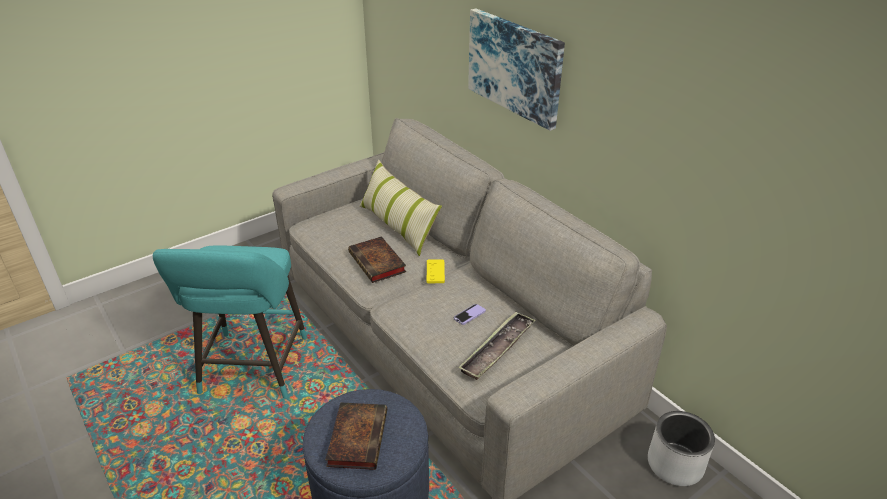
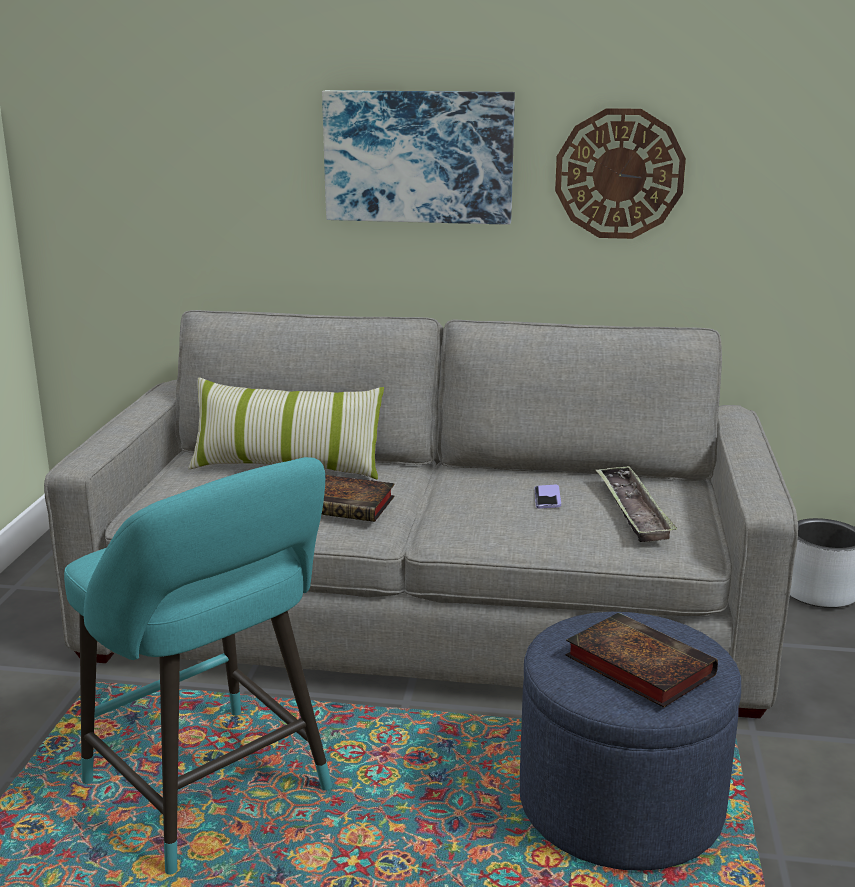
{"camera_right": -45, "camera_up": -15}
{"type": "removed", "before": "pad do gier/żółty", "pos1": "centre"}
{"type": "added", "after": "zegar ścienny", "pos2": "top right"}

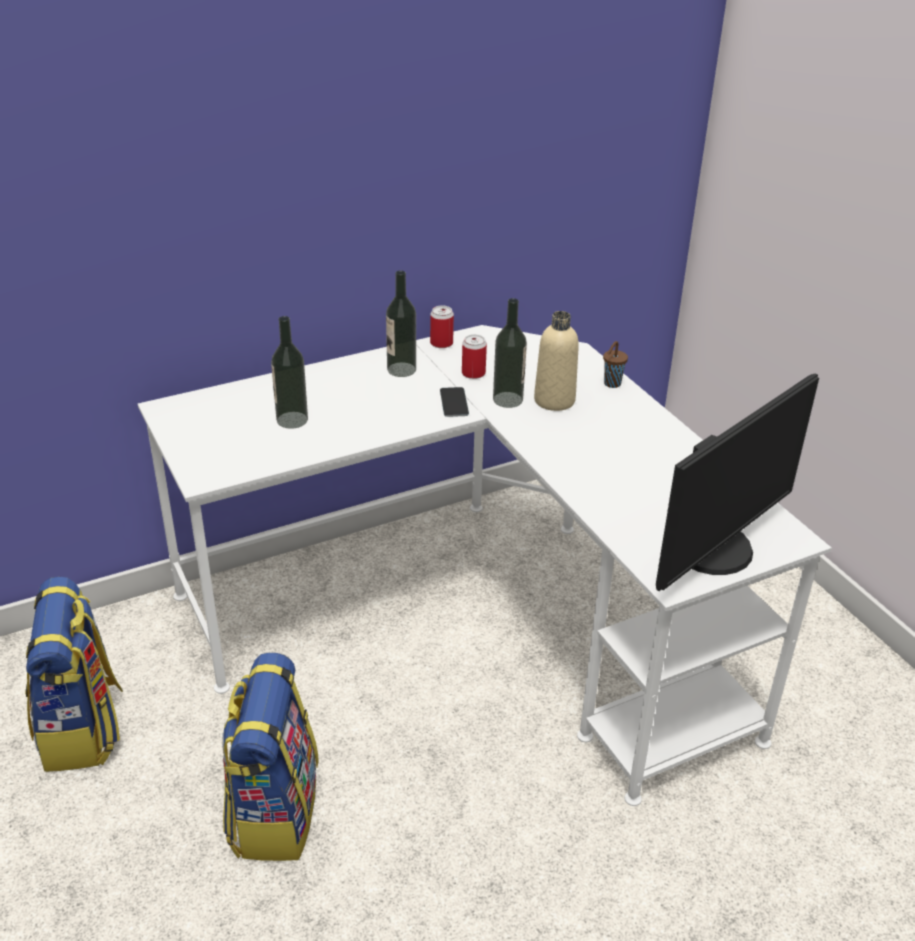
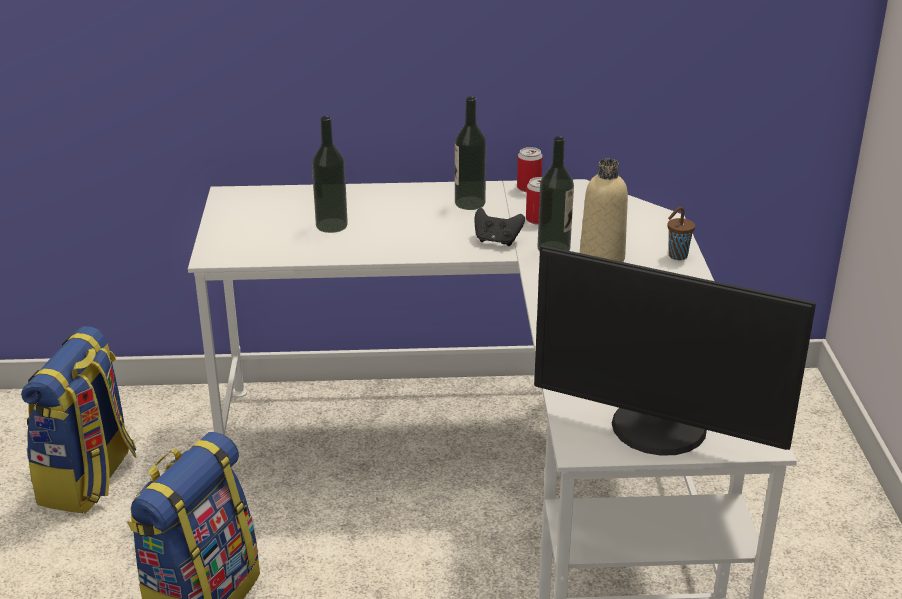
{"camera_right": 25, "camera_up": -5}
{"type": "turned", "before": "monitor", "pos1": "middle right", "pos2": "middle right", "turn": 45}
{"type": "replaced", "before": "telefon", "after": "pad do gier/czarny", "pos1": "centre", "pos2": "centre"}

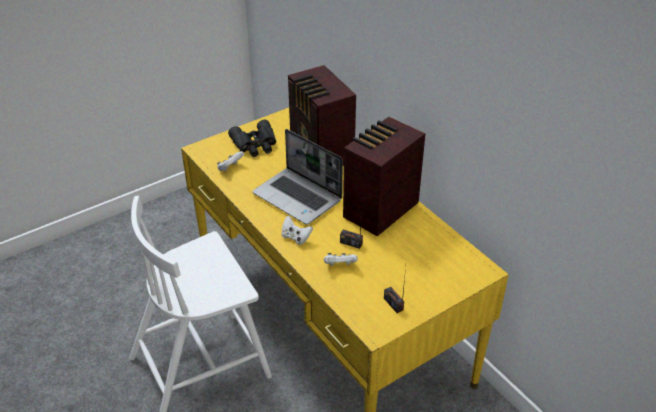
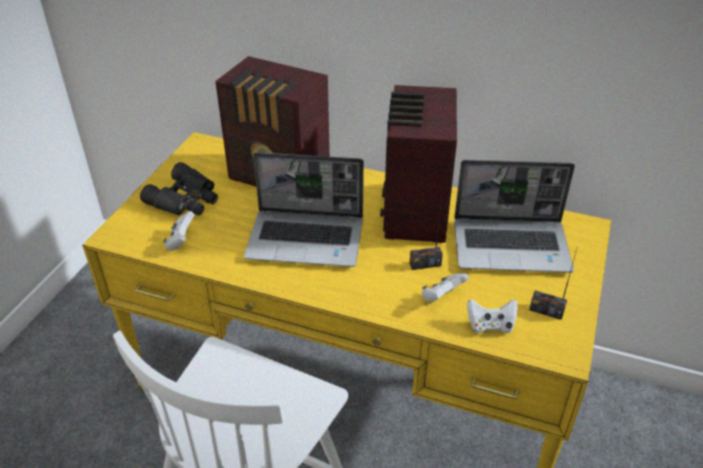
{"camera_right": -35, "camera_up": 0}
{"type": "moved", "before": "pad do gier/biały (2nd from left in the first image)", "after": "pad do gier/biały (3rd from left)", "pos1": "centre", "pos2": "bottom right"}
{"type": "added", "after": "laptop (2nd from left)", "pos2": "middle right"}

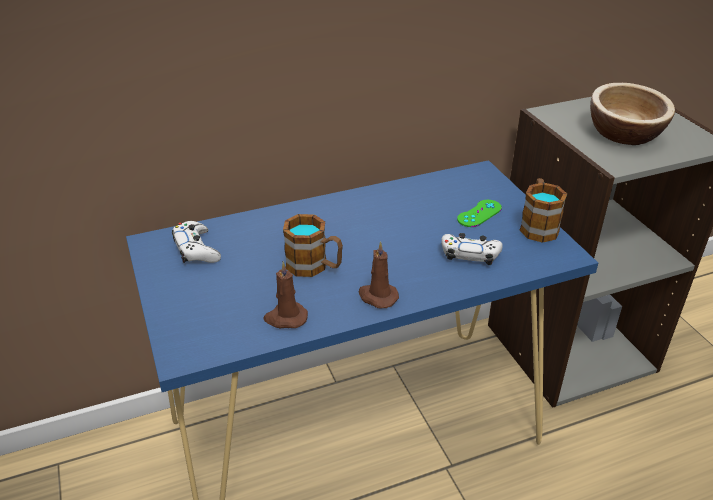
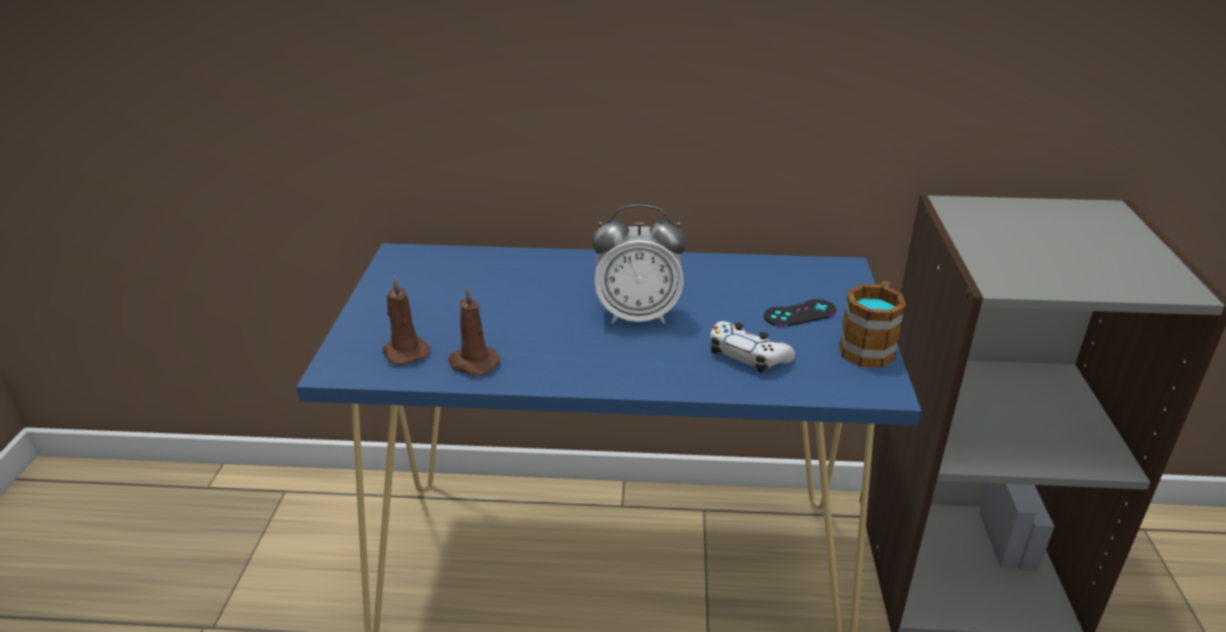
{"camera_right": 25, "camera_up": -5}
{"type": "removed", "before": "miska", "pos1": "top right"}
{"type": "recoloured", "before": "pad do gier/zielony", "after": "pad do gier/czarny", "pos1": "middle right", "pos2": "centre"}
{"type": "removed", "before": "kubek (1st from left)", "pos1": "centre"}
{"type": "removed", "before": "pad do gier/biały (1st from left)", "pos1": "middle left"}
{"type": "moved", "before": "świeca/brązowy (2nd from left in the first image)", "after": "świeca/brązowy (1st from left)", "pos1": "centre", "pos2": "middle left"}
{"type": "added", "after": "budzik", "pos2": "centre"}

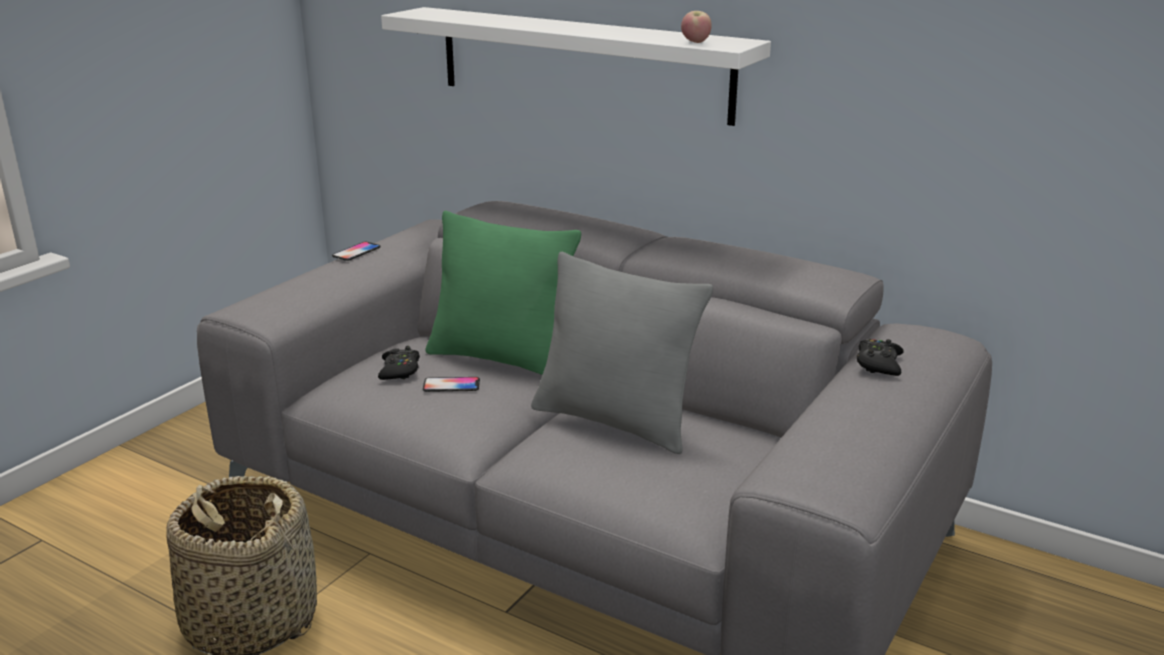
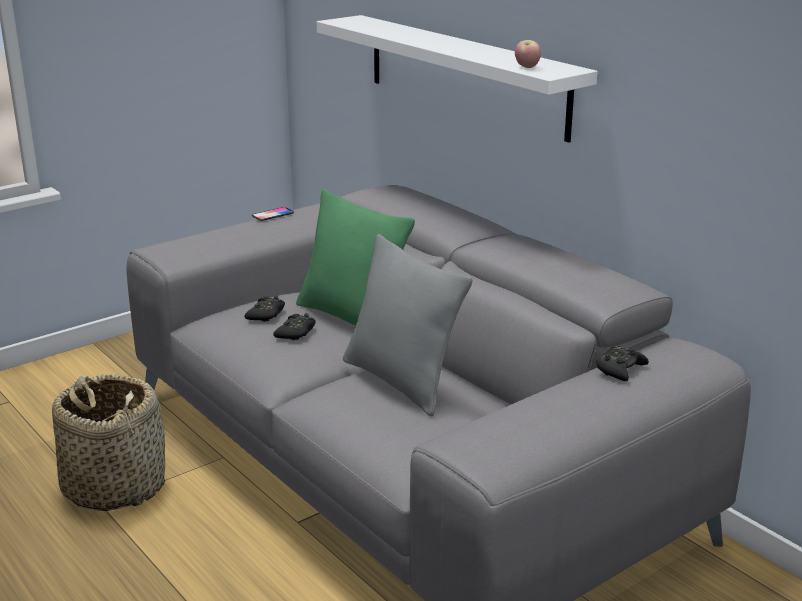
{"camera_right": 20, "camera_up": 0}
{"type": "replaced", "before": "telefon (2nd from left)", "after": "pad do gier/czarny (2nd from left)", "pos1": "centre", "pos2": "centre"}

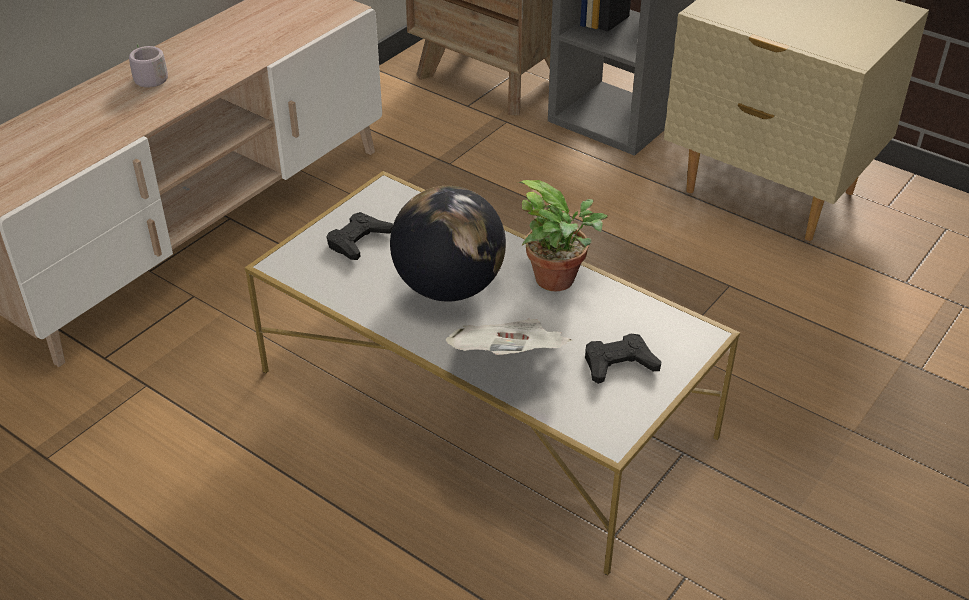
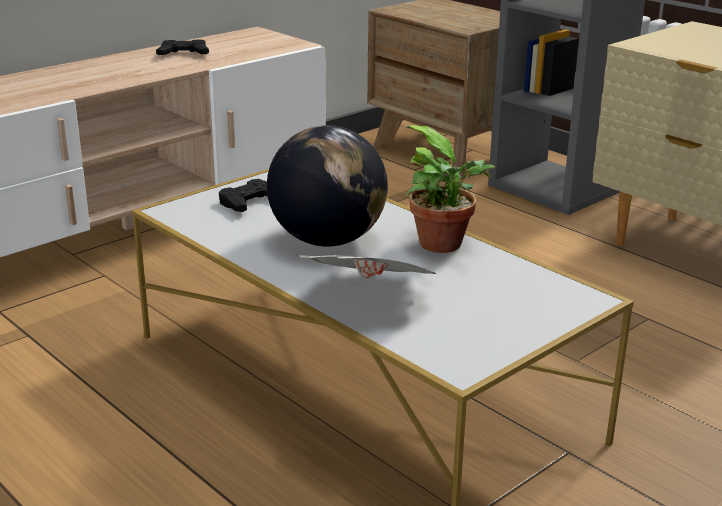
{"camera_right": 10, "camera_up": -15}
{"type": "removed", "before": "kubek/szary", "pos1": "top left"}
{"type": "moved", "before": "pad do gier/czarny (2nd from left in the first image)", "after": "pad do gier/czarny (1st from left)", "pos1": "centre", "pos2": "top left"}

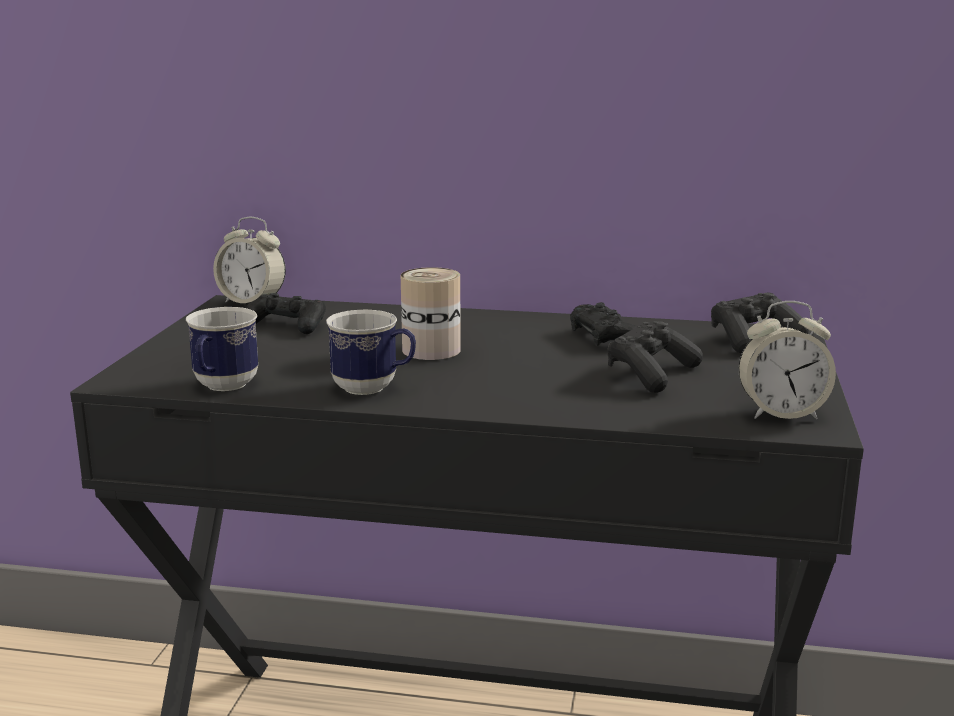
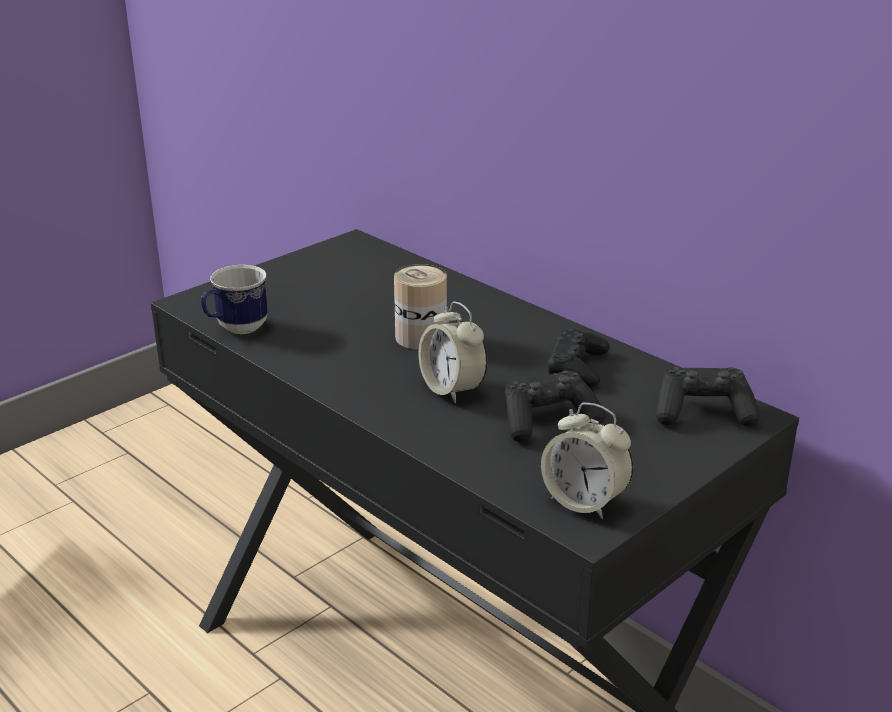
{"camera_right": 35, "camera_up": 10}
{"type": "moved", "before": "budzik (1st from left)", "pos1": "middle left", "pos2": "centre"}
{"type": "removed", "before": "pad do gier/czarny (1st from left)", "pos1": "middle left"}
{"type": "removed", "before": "kubek (2nd from left)", "pos1": "centre"}

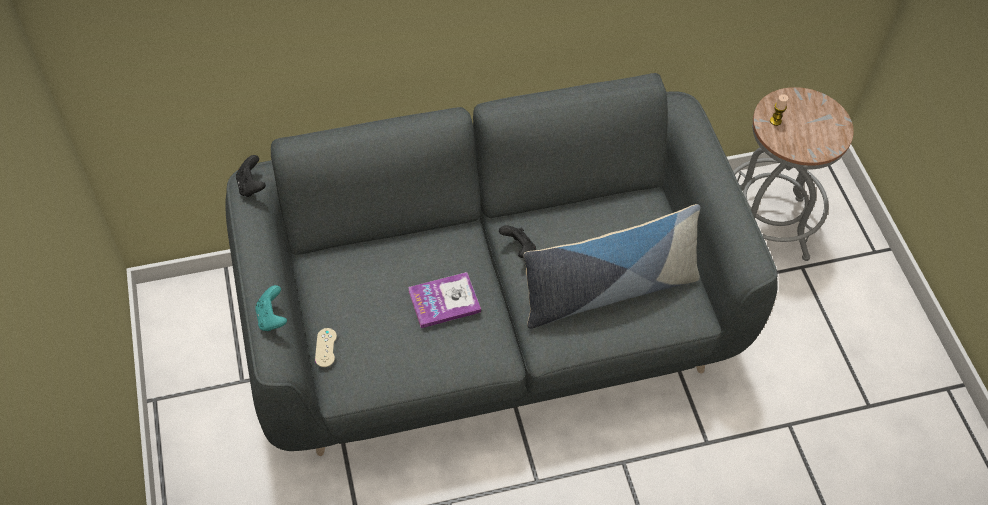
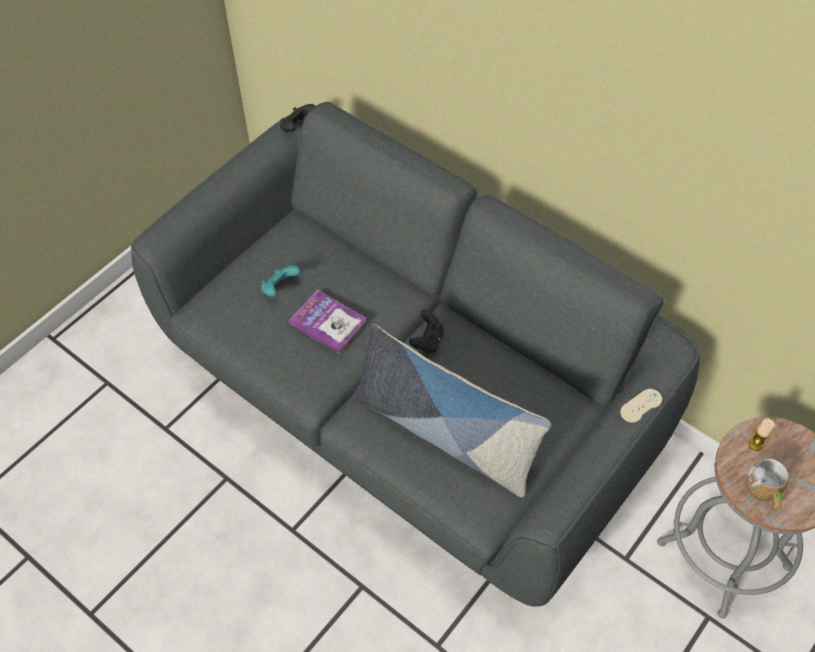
{"camera_right": 55, "camera_up": 0}
{"type": "moved", "before": "pad do gier/turkusowy", "pos1": "middle left", "pos2": "centre"}
{"type": "moved", "before": "pad do gier/beżowy", "pos1": "bottom left", "pos2": "middle right"}
{"type": "added", "after": "kubek", "pos2": "bottom right"}

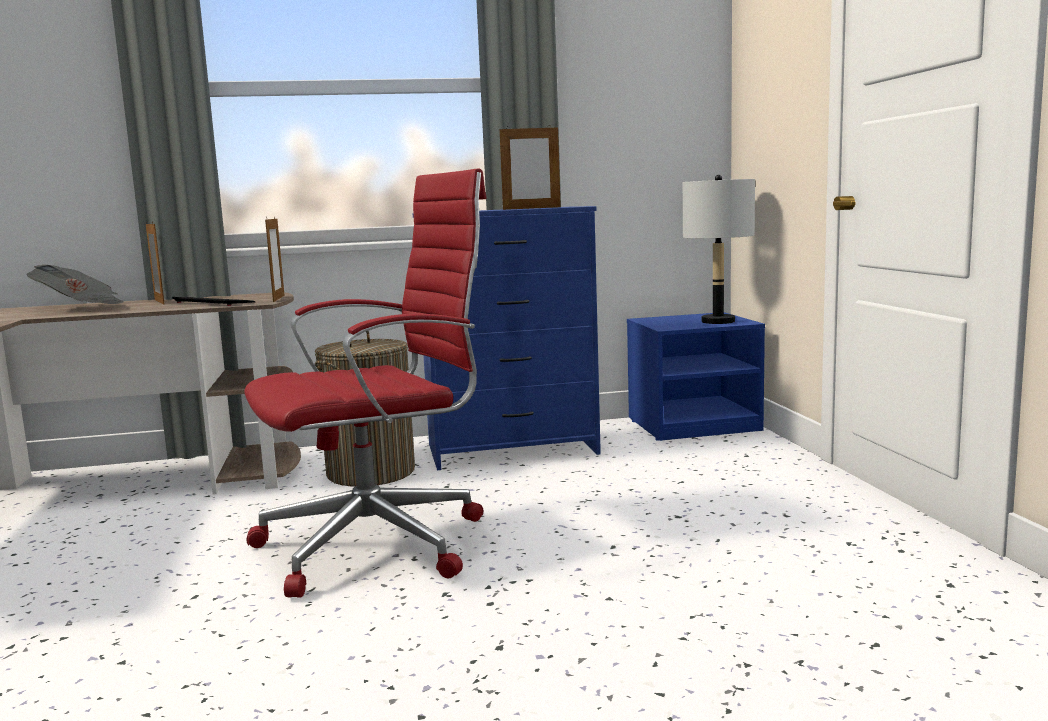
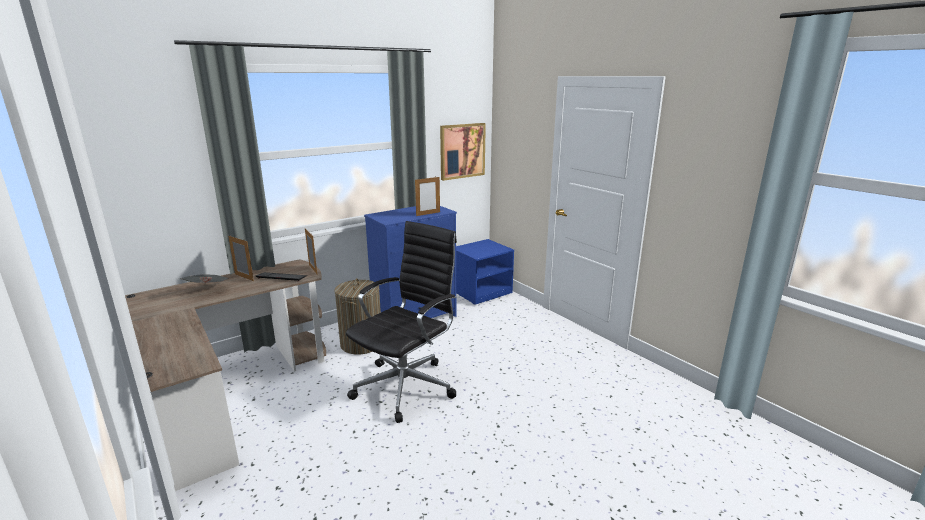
{"camera_right": -25, "camera_up": 10}
{"type": "recoloured", "before": "krzesło biurowe/czerwony", "after": "krzesło biurowe/czarny", "pos1": "centre", "pos2": "centre"}
{"type": "removed", "before": "lampa stołowa/szary", "pos1": "middle right"}
{"type": "added", "after": "obraz", "pos2": "top centre"}

